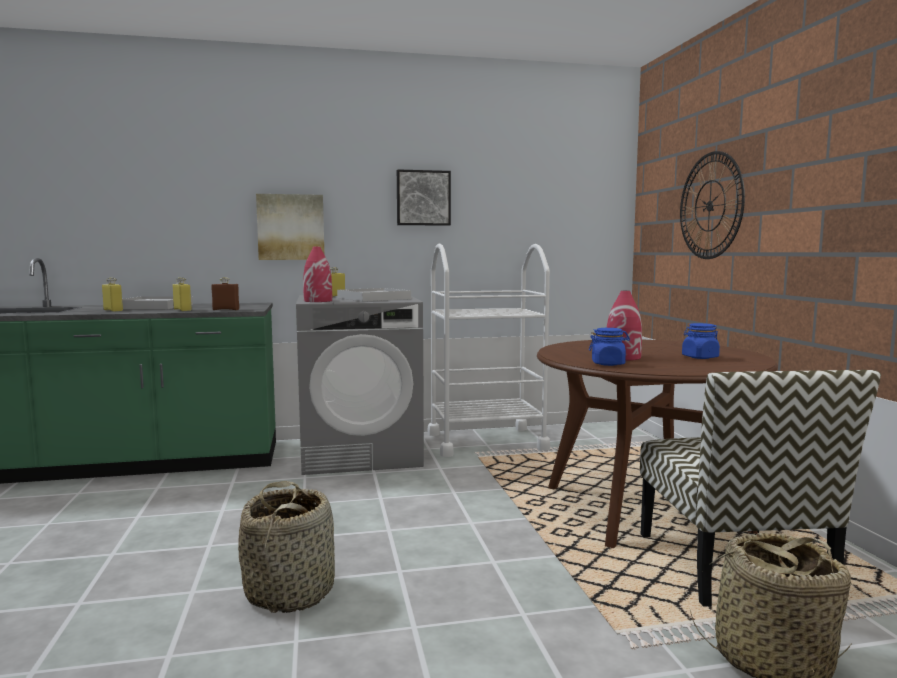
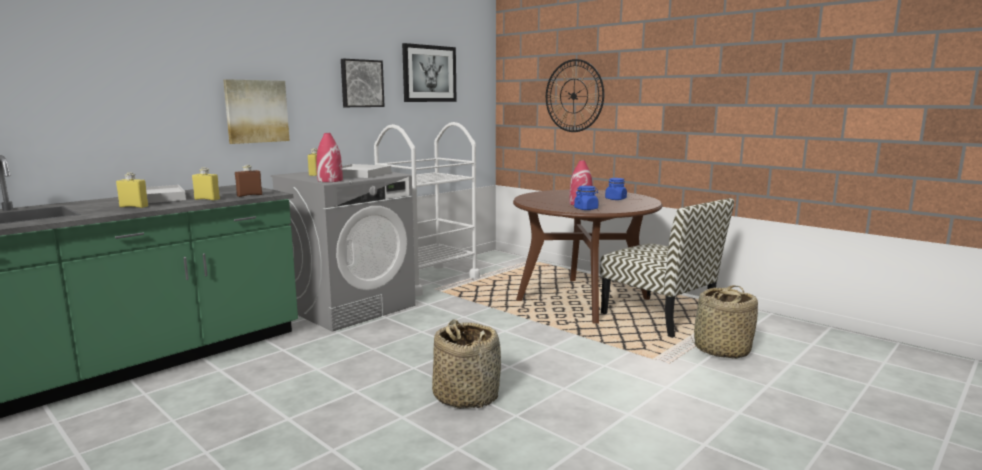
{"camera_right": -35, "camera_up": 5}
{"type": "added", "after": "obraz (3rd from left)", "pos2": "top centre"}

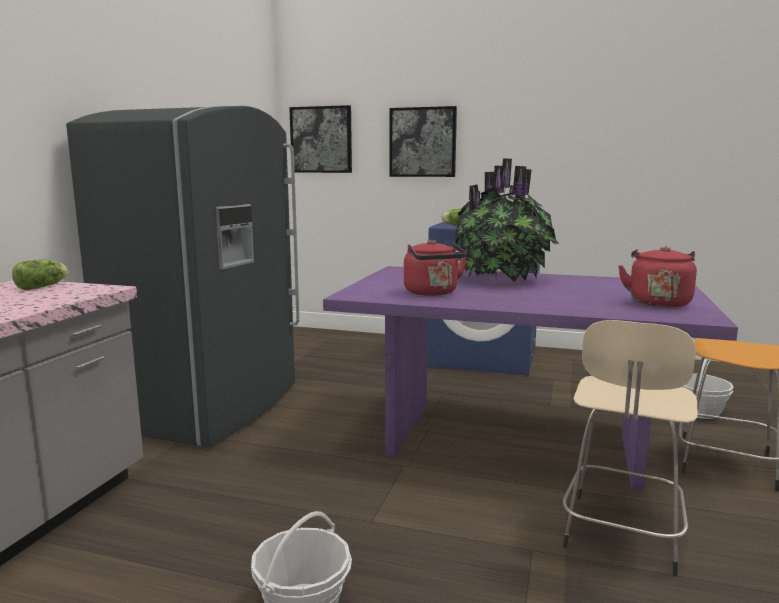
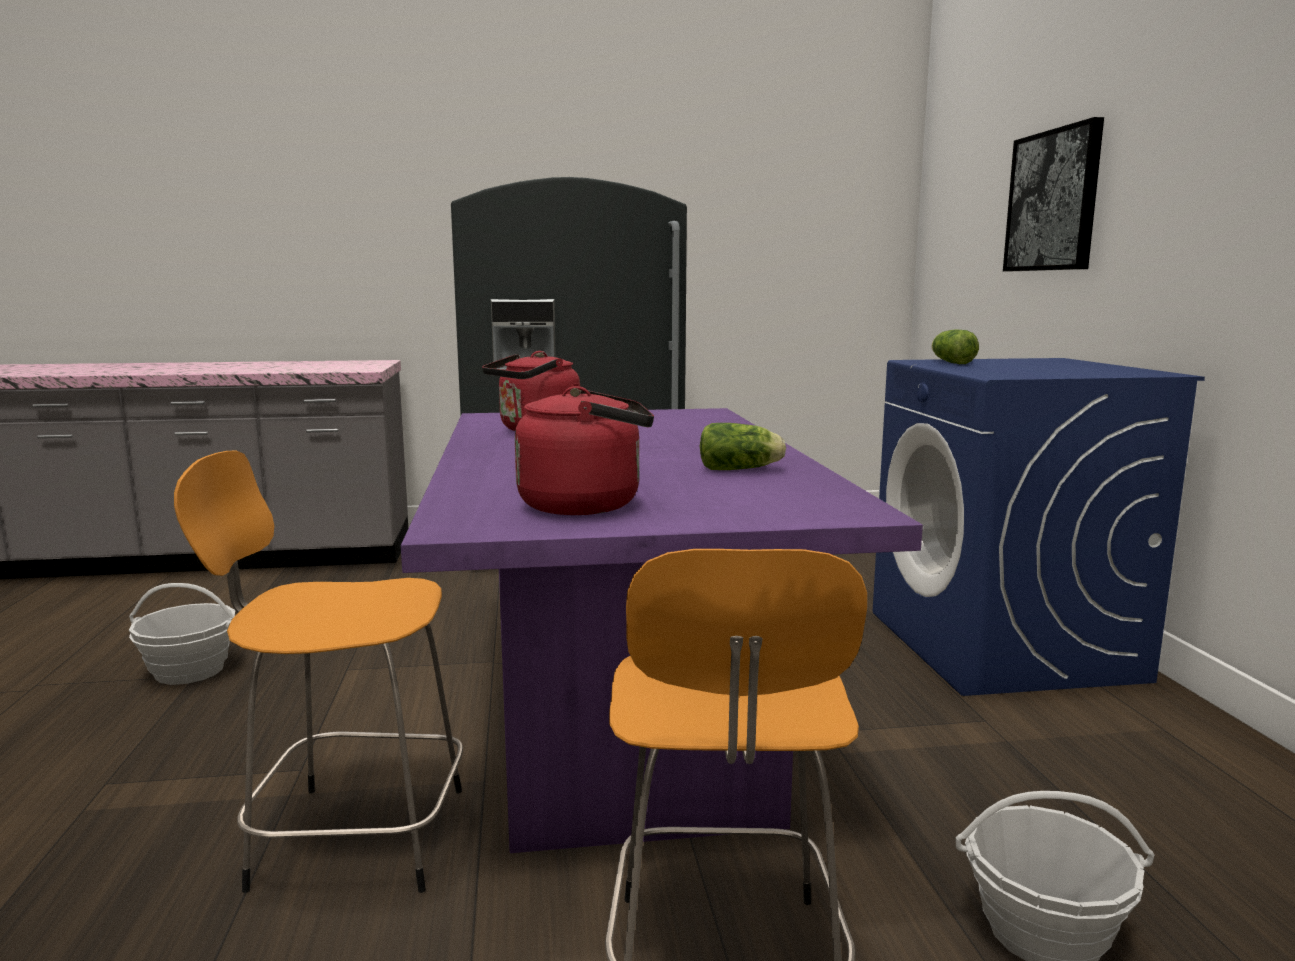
{"camera_right": 65, "camera_up": 0}
{"type": "removed", "before": "obraz (1st from left)", "pos1": "top centre"}
{"type": "removed", "before": "roślina doniczkowa", "pos1": "centre"}
{"type": "moved", "before": "sałata (1st from left)", "pos1": "middle left", "pos2": "centre"}
{"type": "recoloured", "before": "stołek/beżowy", "after": "stołek/pomarańczowy (1st from left)", "pos1": "bottom right", "pos2": "bottom left"}

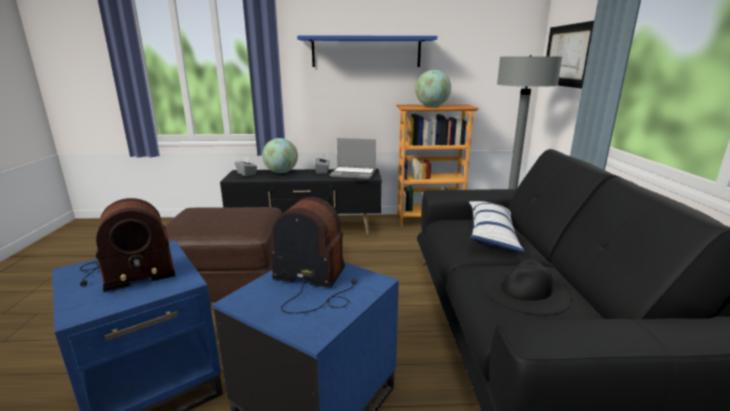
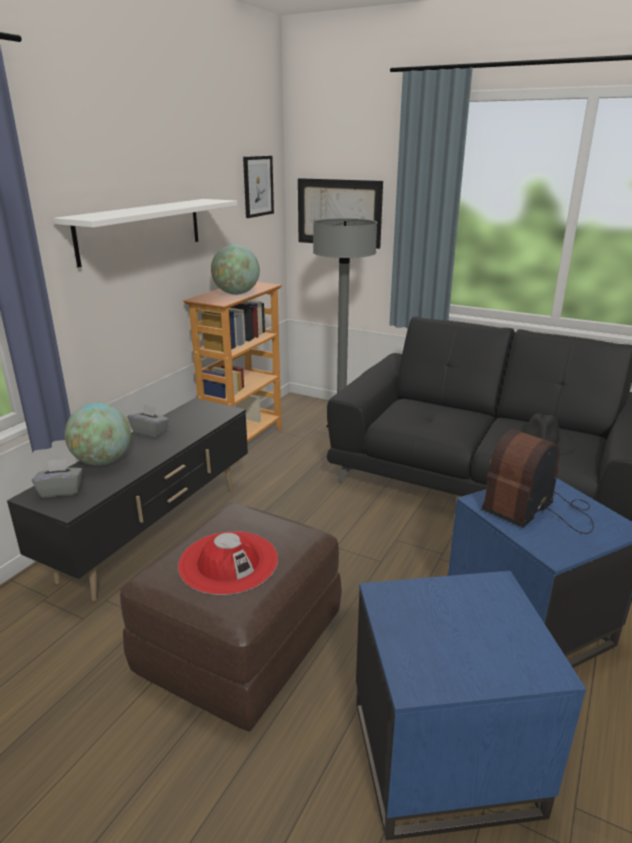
{"camera_right": -60, "camera_up": 5}
{"type": "recoloured", "before": "półka/niebieski", "after": "półka/biały", "pos1": "top centre", "pos2": "top left"}
{"type": "removed", "before": "laptop", "pos1": "centre"}
{"type": "removed", "before": "radio (1st from left)", "pos1": "middle left"}
{"type": "removed", "before": "poduszka", "pos1": "middle right"}
{"type": "added", "after": "obraz (1st from left)", "pos2": "top centre"}
{"type": "added", "after": "kapelusz/czerwony", "pos2": "bottom centre"}

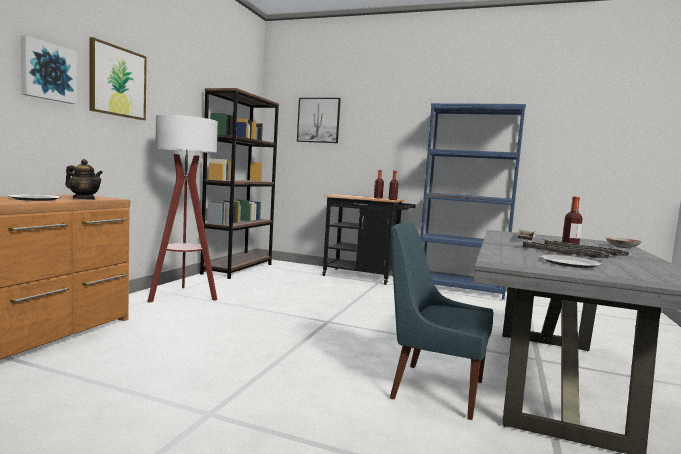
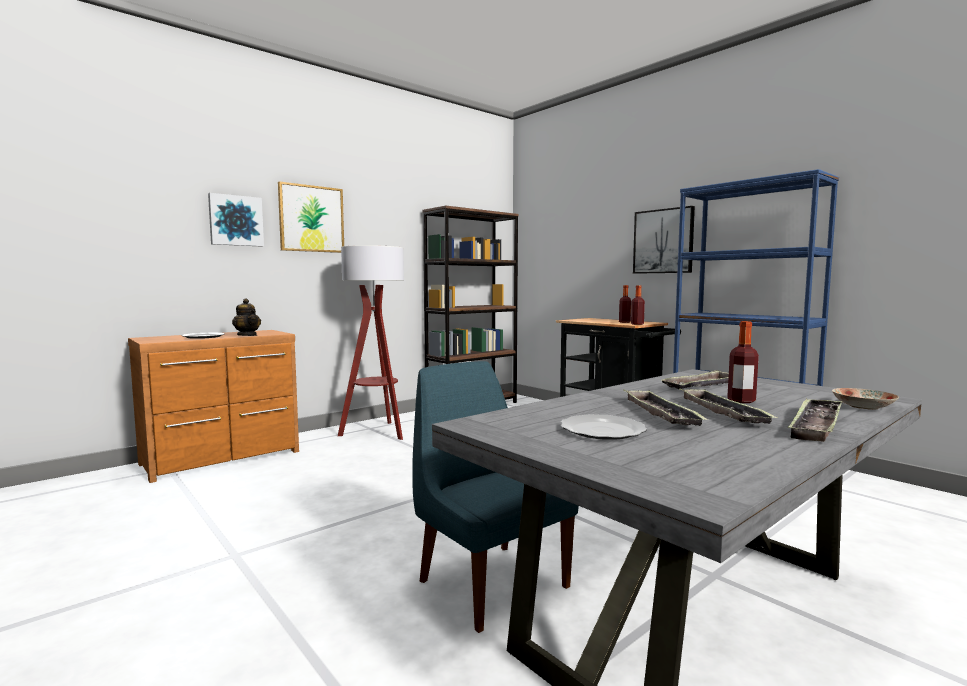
{"camera_right": 30, "camera_up": 0}
{"type": "moved", "before": "obraz (3rd from left)", "pos1": "top centre", "pos2": "middle right"}
{"type": "added", "after": "taca (4th from left)", "pos2": "middle right"}

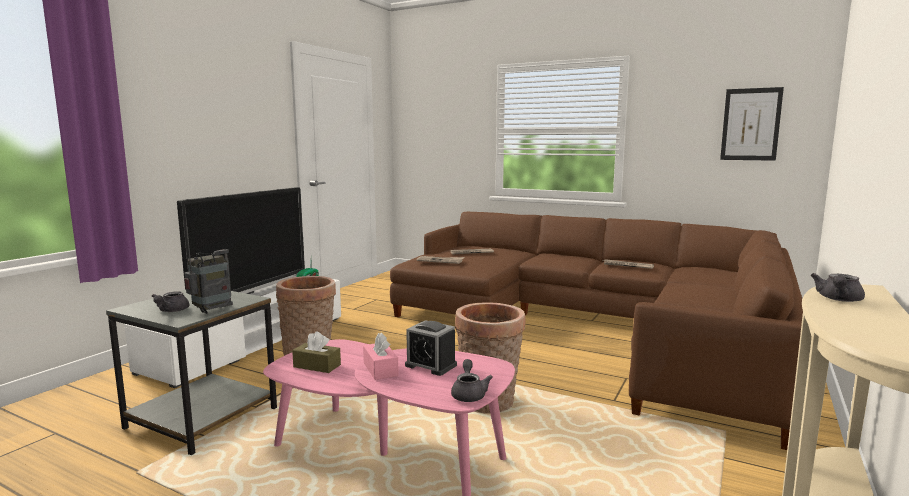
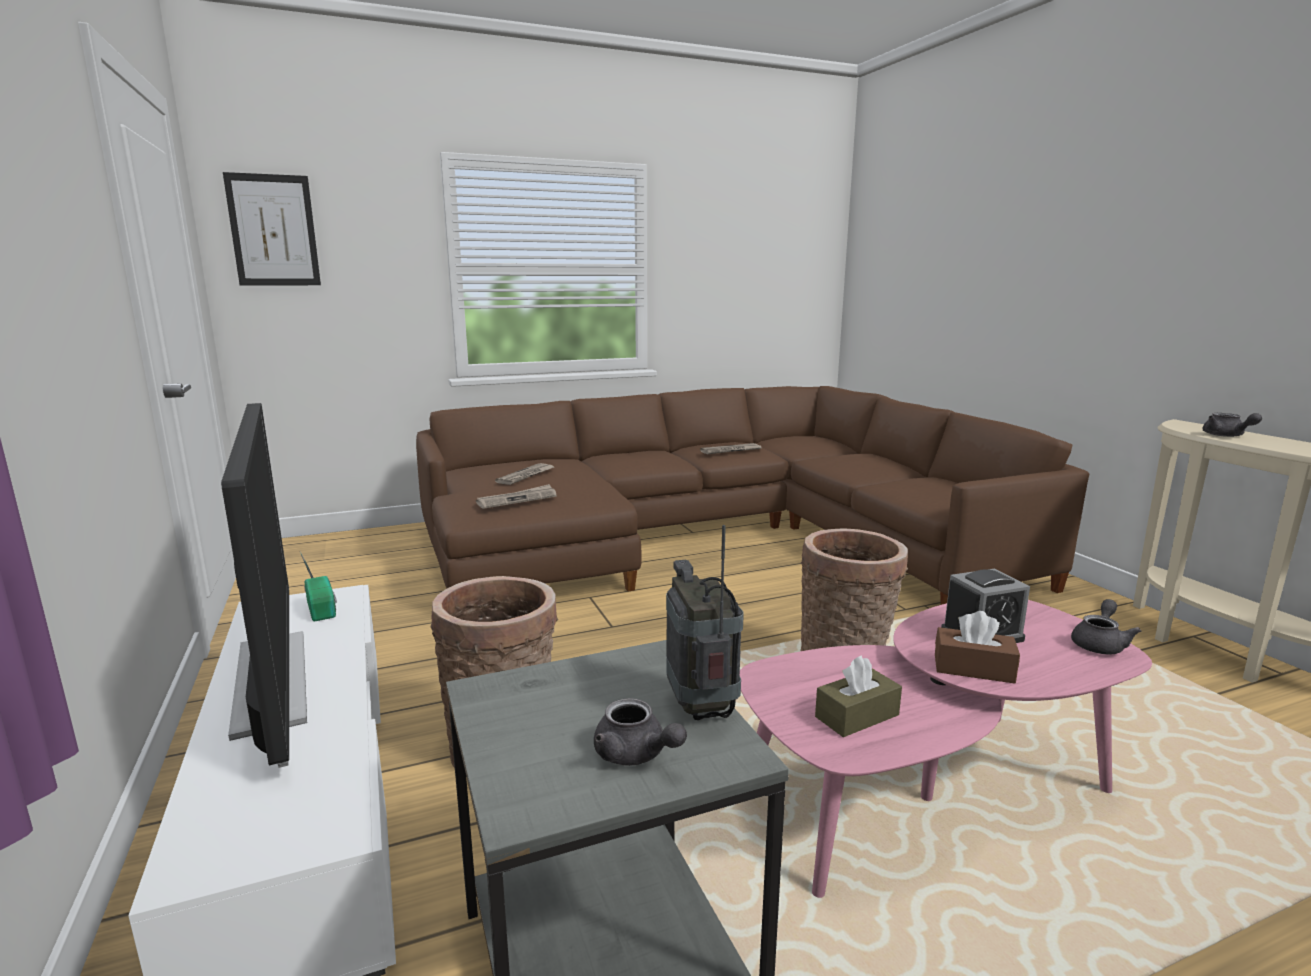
{"camera_right": -50, "camera_up": 5}
{"type": "moved", "before": "obraz", "pos1": "top right", "pos2": "top left"}
{"type": "recoloured", "before": "pudełko chusteczek/różowy", "after": "pudełko chusteczek/brązowy (2nd from left)", "pos1": "bottom centre", "pos2": "middle right"}
{"type": "turned", "before": "imbryk/szary (2nd from left)", "pos1": "bottom centre", "pos2": "middle right", "turn": 90}

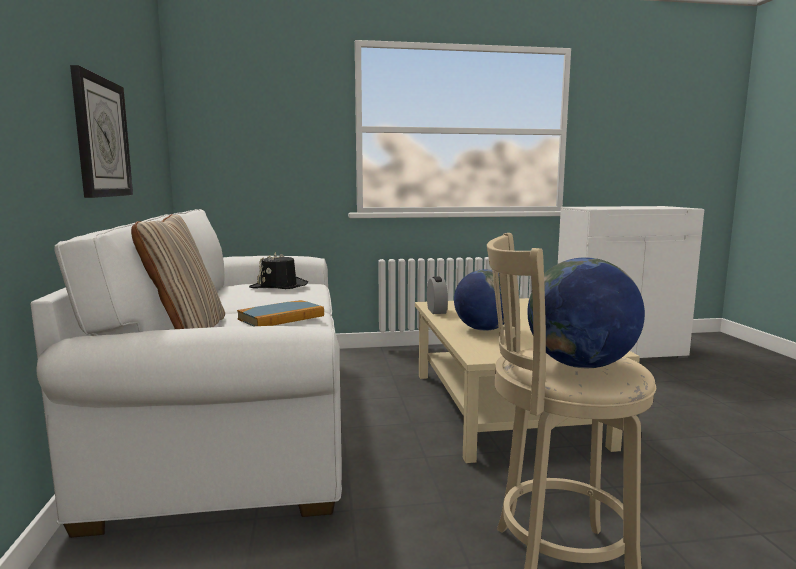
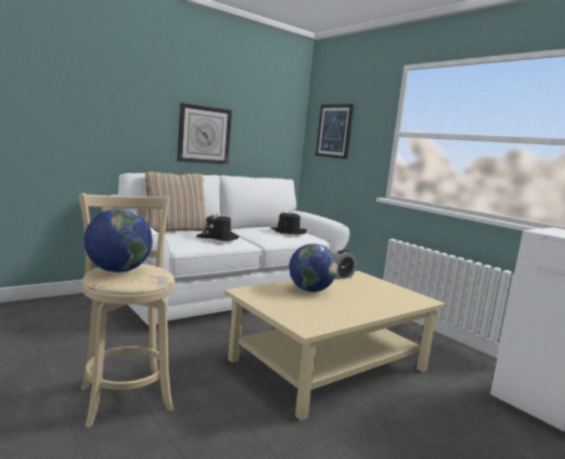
{"camera_right": 60, "camera_up": 0}
{"type": "replaced", "before": "książka", "after": "kapelusz/czarny (1st from left)", "pos1": "centre", "pos2": "centre"}
{"type": "added", "after": "obraz", "pos2": "top centre"}

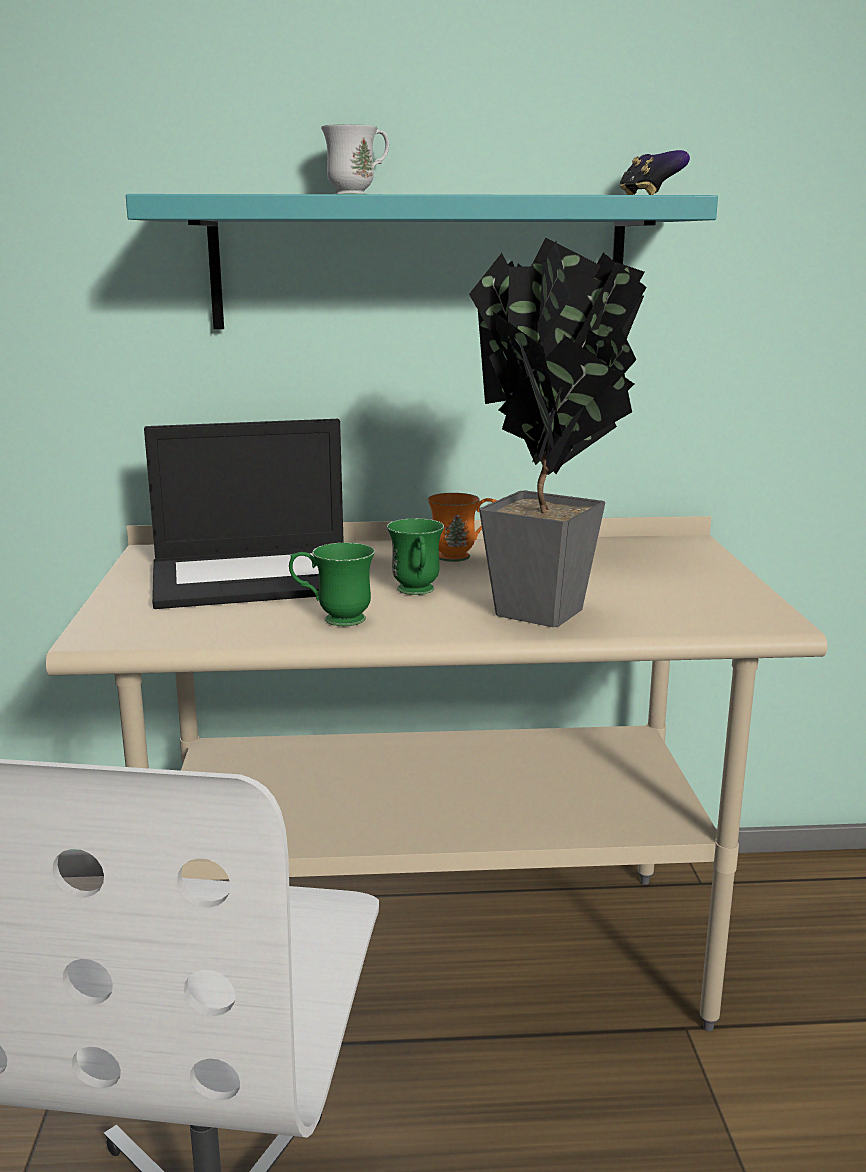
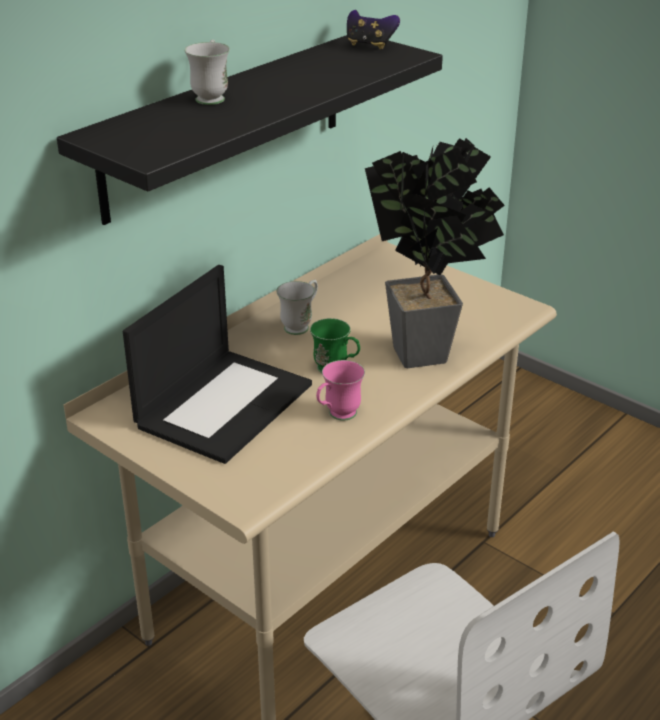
{"camera_right": -45, "camera_up": 15}
{"type": "recoloured", "before": "półka/turkusowy", "after": "półka/czarny", "pos1": "top centre", "pos2": "top centre"}
{"type": "recoloured", "before": "kubek/pomarańczowy", "after": "kubek/biały (2nd from left)", "pos1": "centre", "pos2": "centre"}
{"type": "recoloured", "before": "kubek/zielony (1st from left)", "after": "kubek/różowy", "pos1": "centre", "pos2": "centre"}

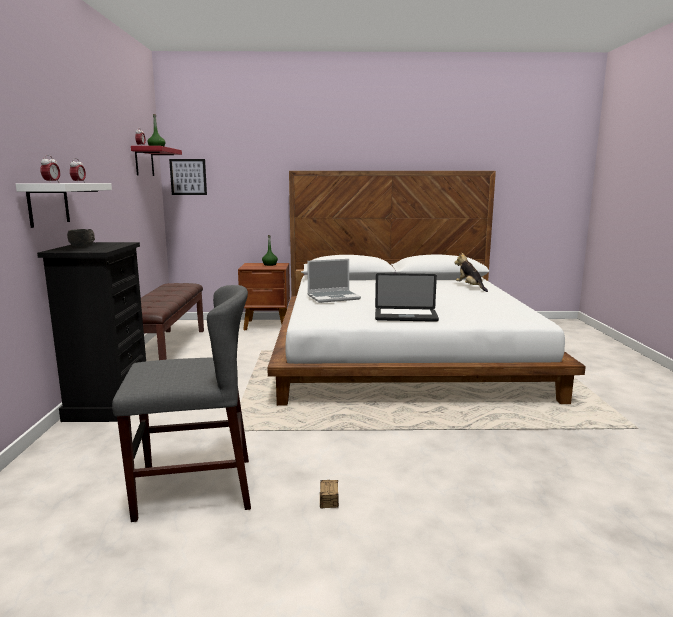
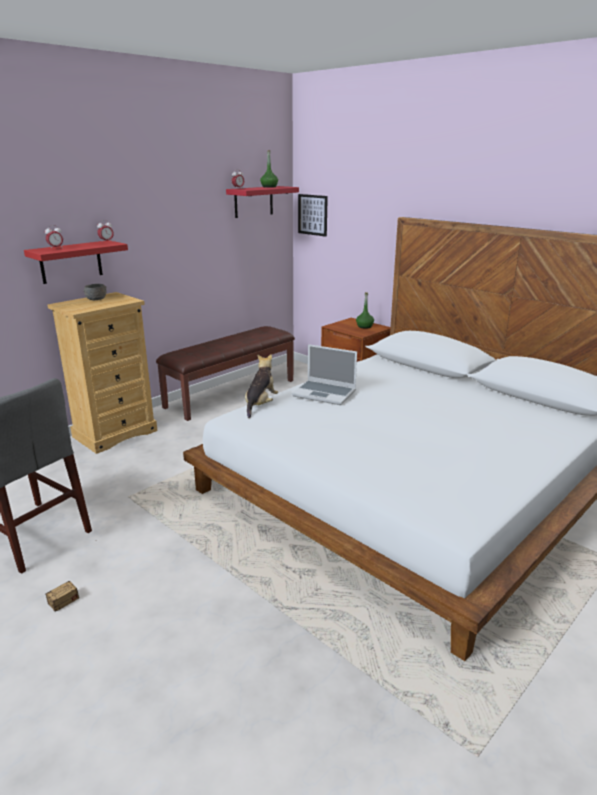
{"camera_right": 45, "camera_up": 10}
{"type": "recoloured", "before": "półka/biały", "after": "półka/czerwony (1st from left)", "pos1": "top left", "pos2": "top left"}
{"type": "recoloured", "before": "komoda/czarny", "after": "komoda/beżowy", "pos1": "middle left", "pos2": "middle left"}
{"type": "moved", "before": "pluszak", "pos1": "middle right", "pos2": "centre"}
{"type": "removed", "before": "laptop (2nd from left)", "pos1": "centre"}

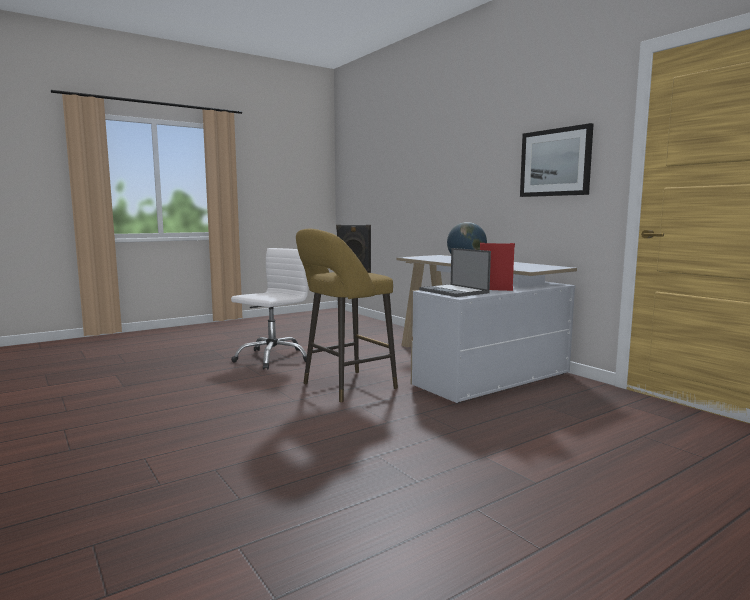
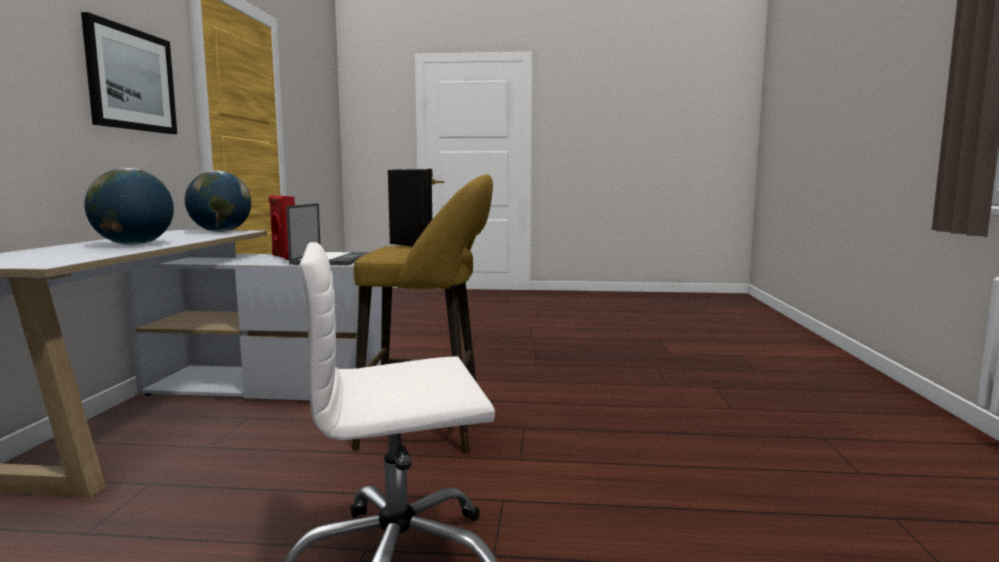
{"camera_right": -140, "camera_up": 0}
{"type": "added", "after": "globus (2nd from left)", "pos2": "middle left"}

